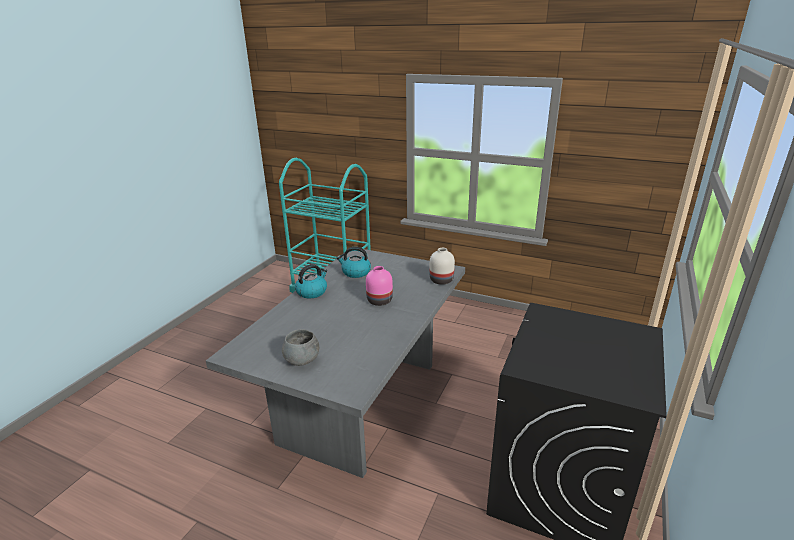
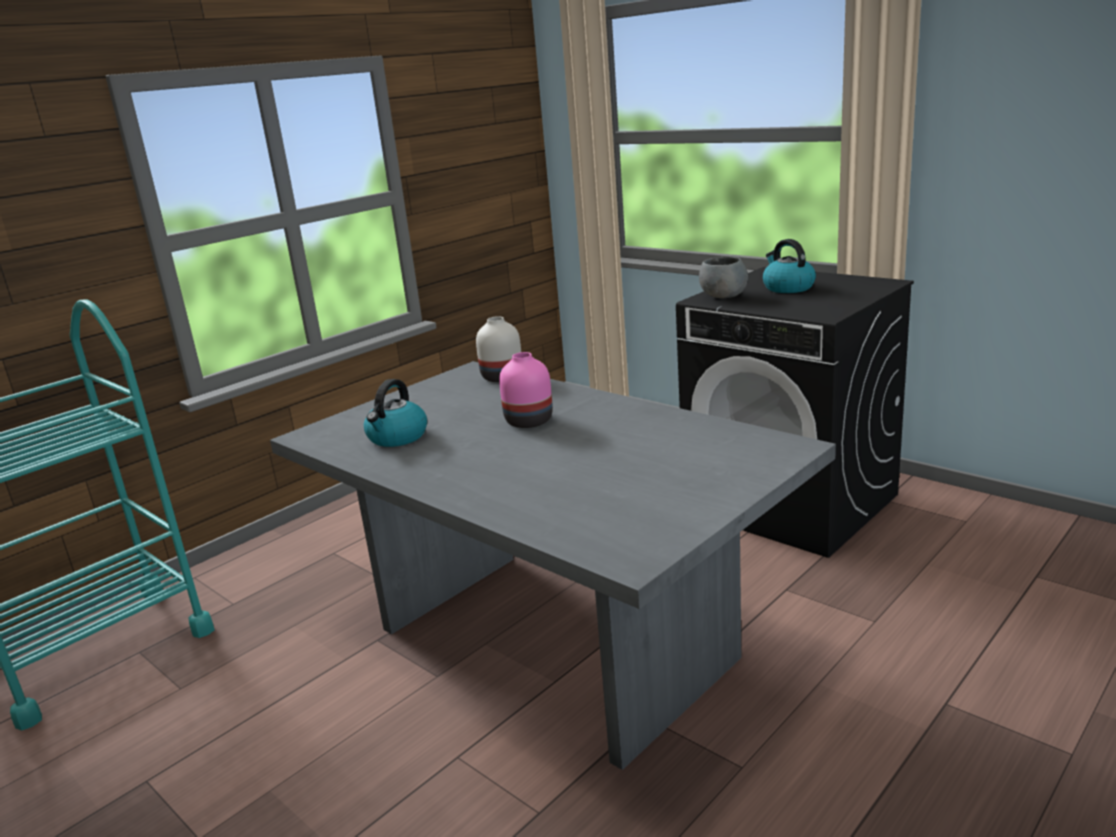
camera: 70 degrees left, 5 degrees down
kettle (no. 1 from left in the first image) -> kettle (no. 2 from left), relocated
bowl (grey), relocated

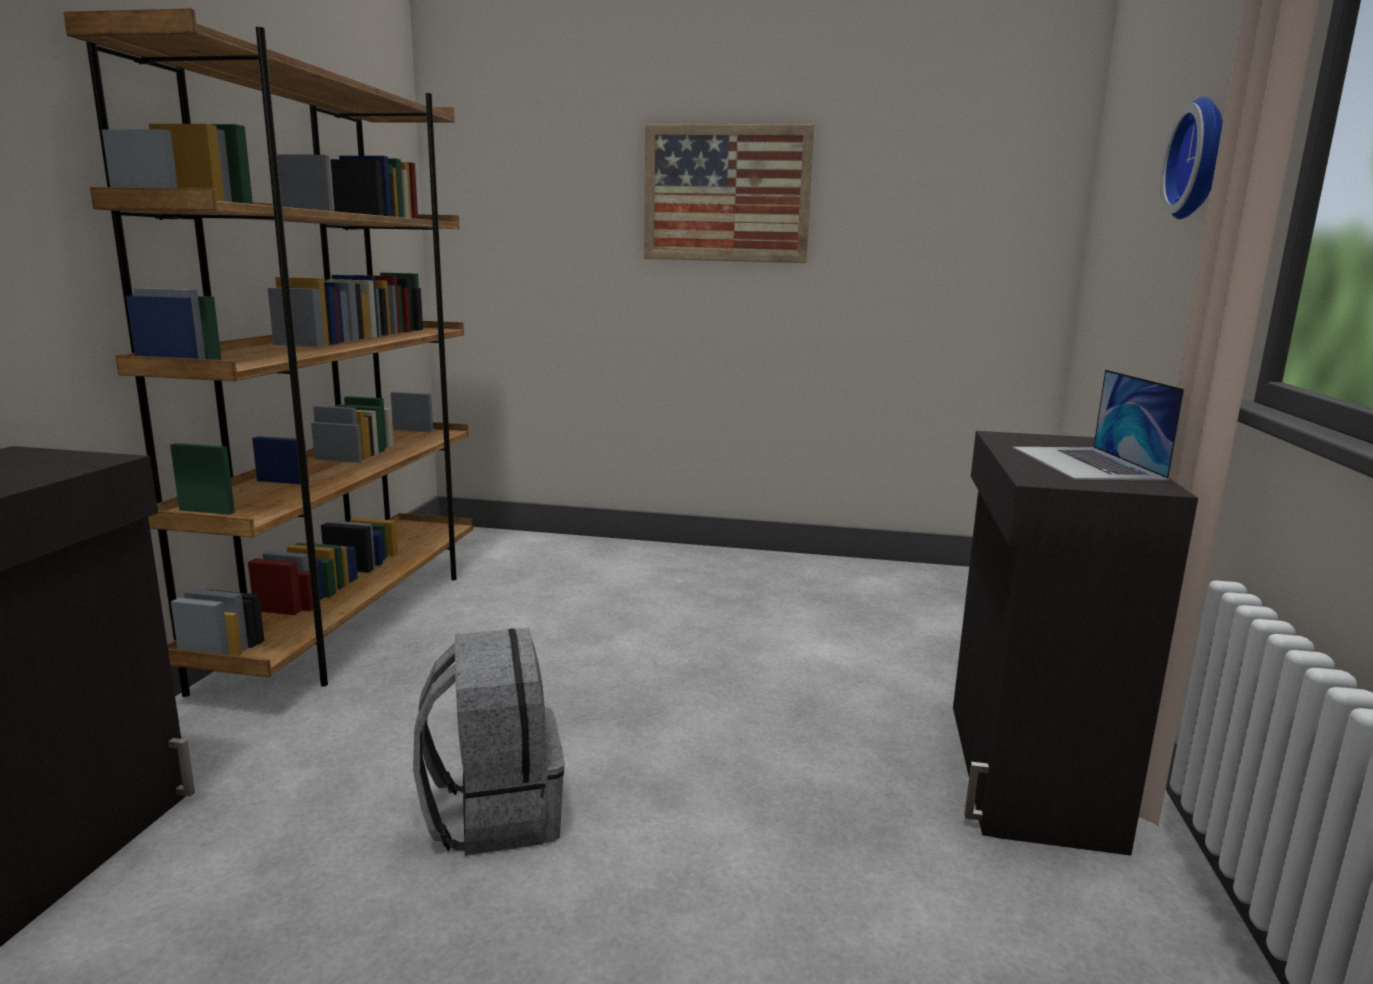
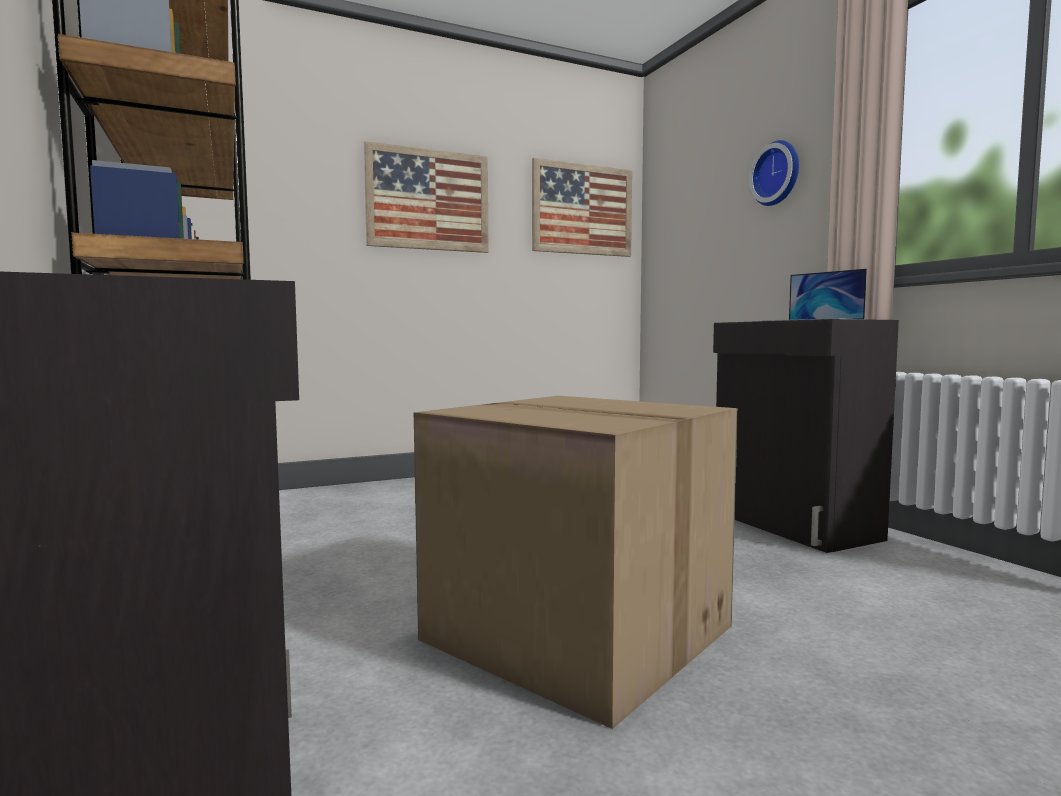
camera: 35 degrees left, 10 degrees down
backpack (grey) -> cardboard box
none -> picture (no. 2 from left)

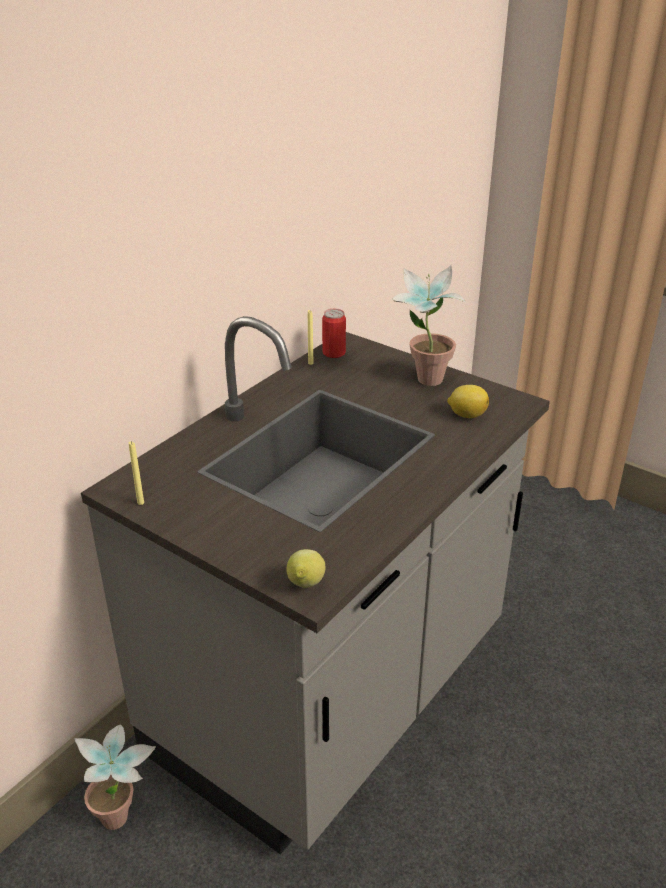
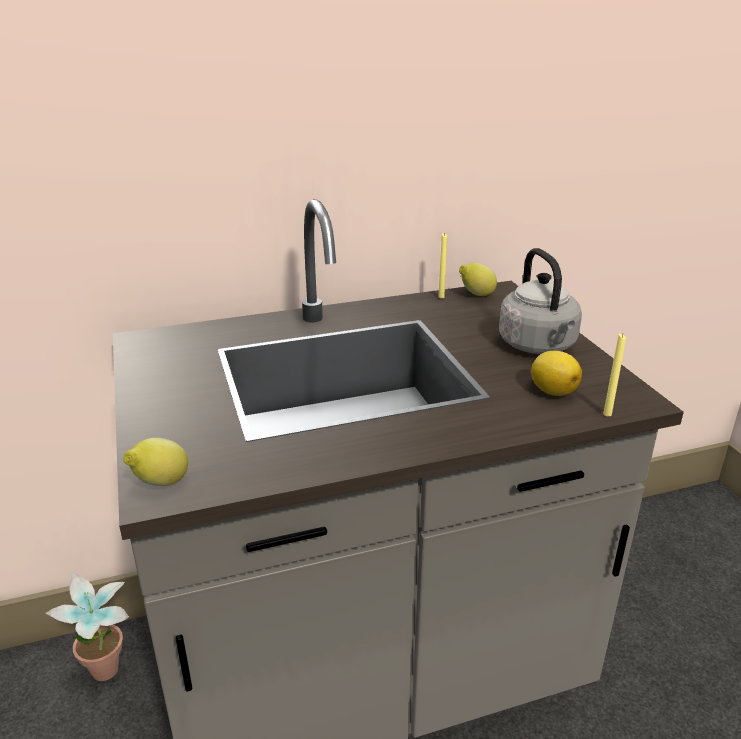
camera: 35 degrees right, 5 degrees down
potted plant (no. 2 from left) -> kettle (grey)
can -> lemon (no. 2 from left)
candle (yellow) (no. 1 from left in the first image) -> candle (yellow) (no. 2 from left), relocated

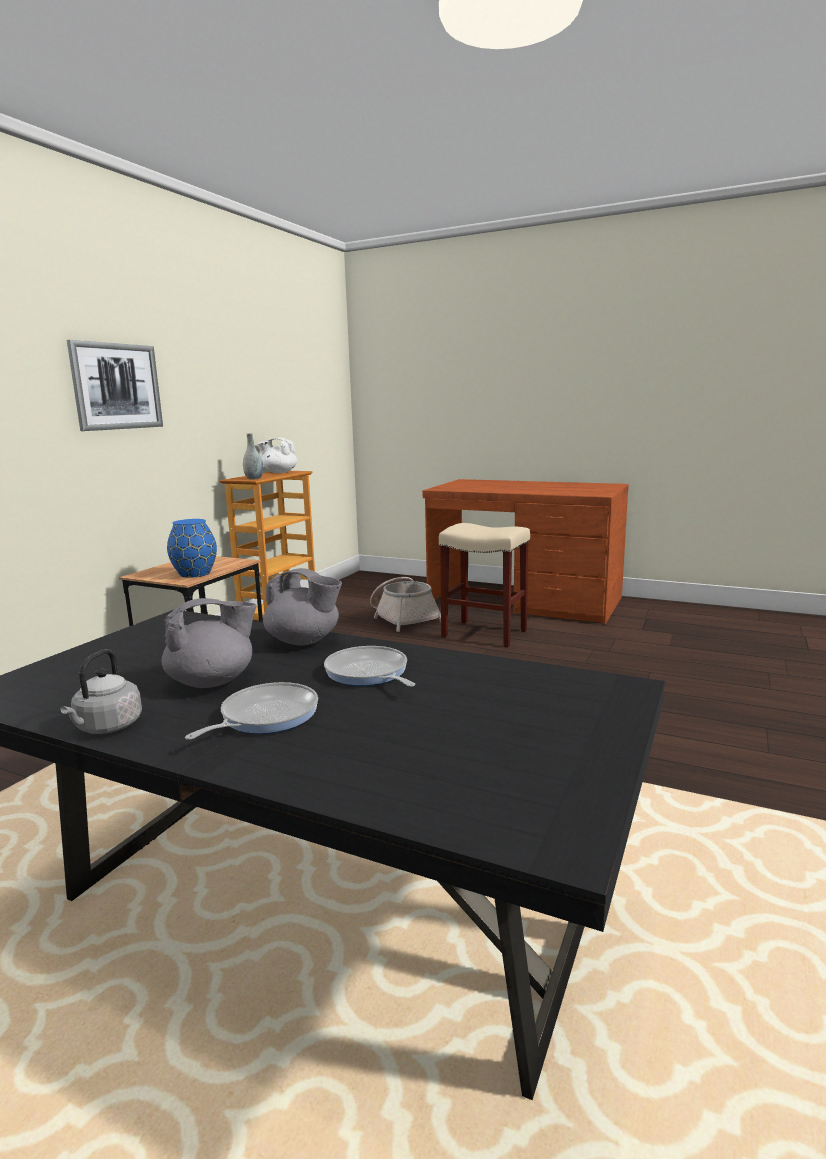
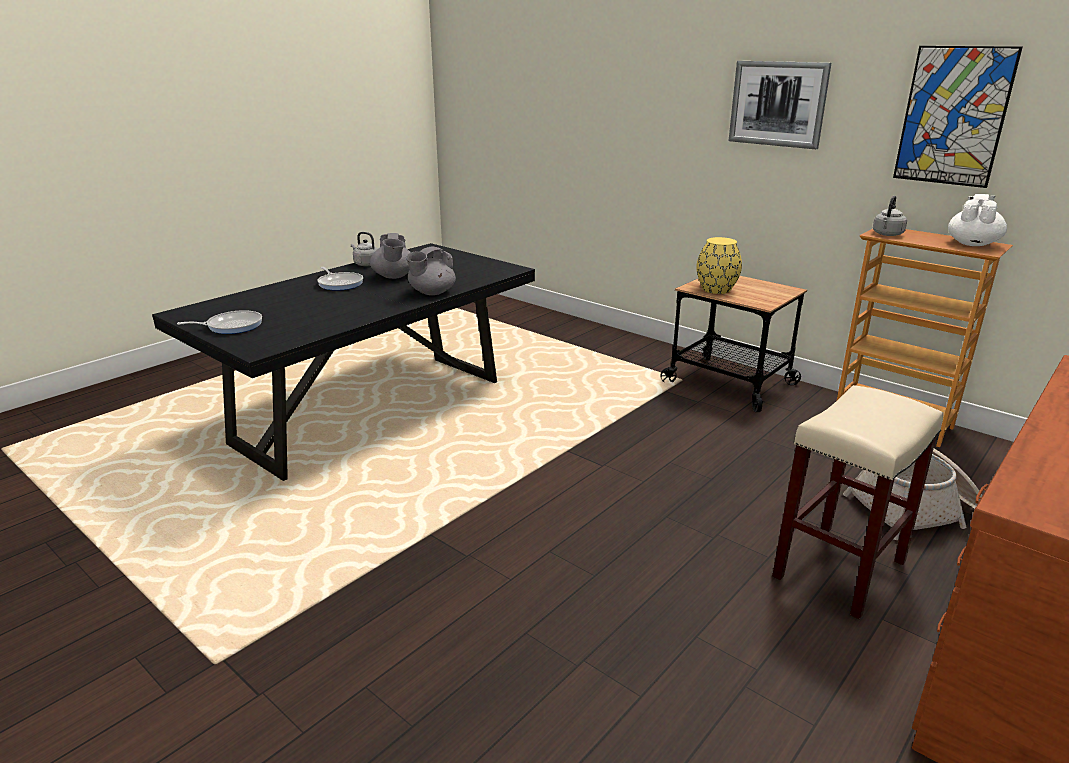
camera: 105 degrees right, 10 degrees up
vase (grey) -> kettle (grey) (no. 2 from left)
vase (blue) -> vase (yellow)
frying pan (no. 2 from left in the first image) -> frying pan (no. 1 from left), relocated
none -> picture (no. 2 from left)

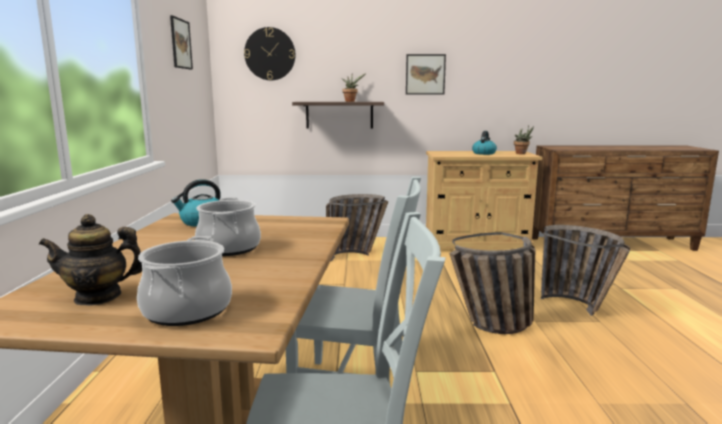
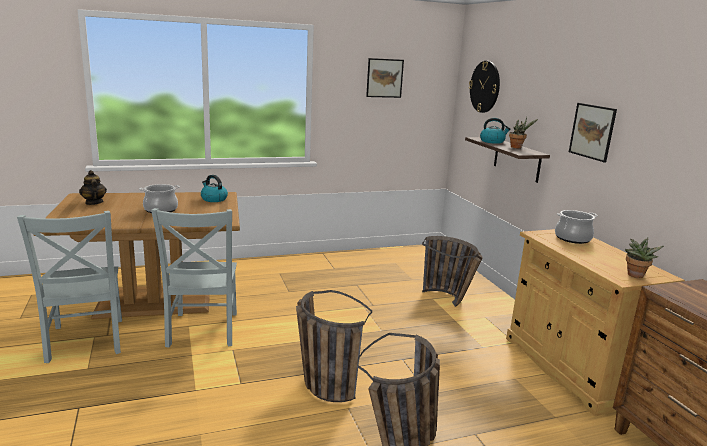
camera: 70 degrees right, 5 degrees up
kettle (no. 2 from left), relocated
cooking pot (no. 1 from left in the first image) -> cooking pot (no. 2 from left), relocated

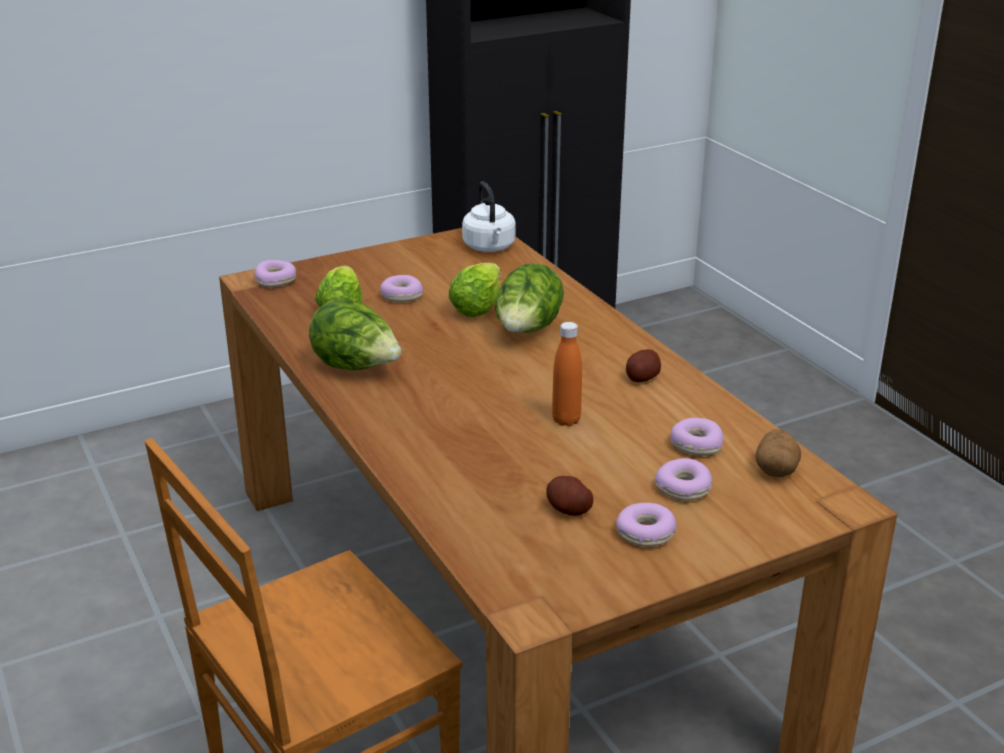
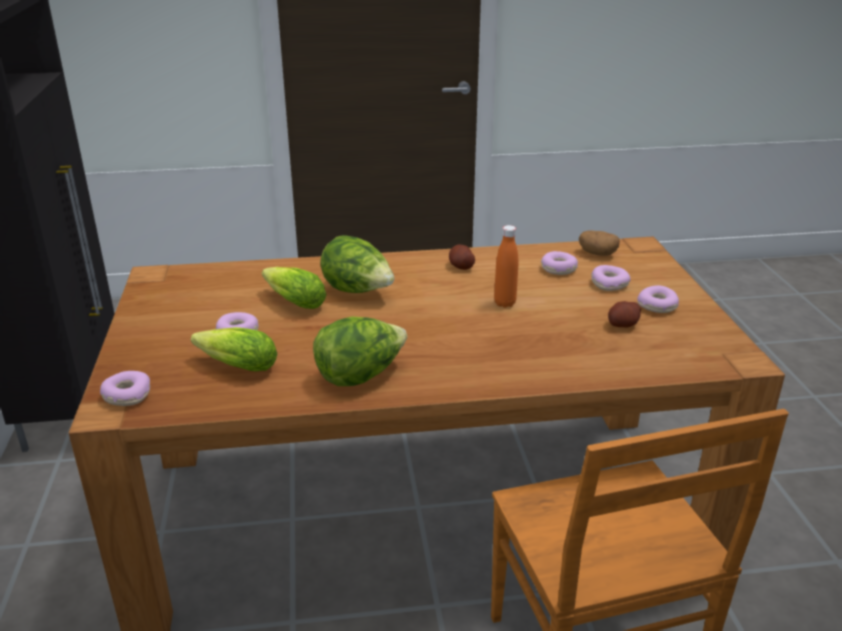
camera: 70 degrees left, 0 degrees up
kettle (white) -> none

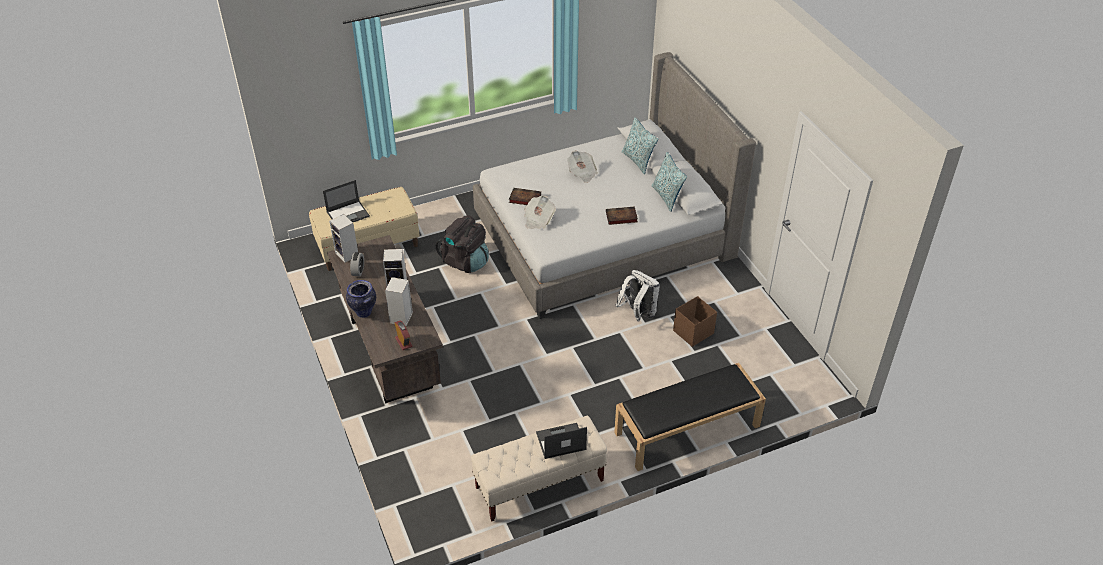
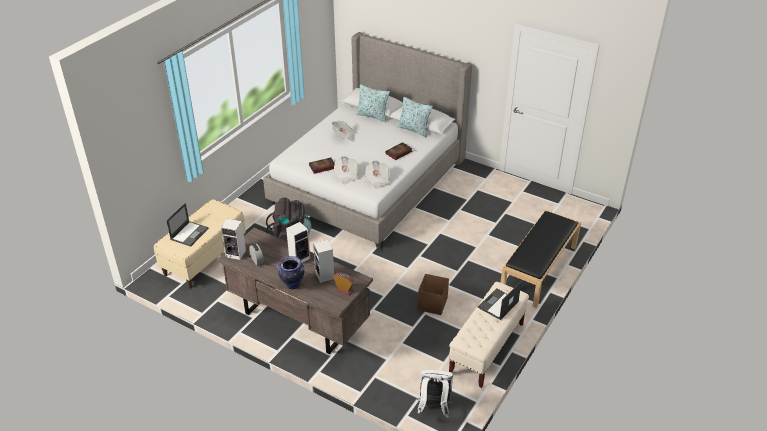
camera: 35 degrees left, 5 degrees down
backpack (white), relocated
storage box (brown), relocated
none -> newspaper (no. 3 from left)

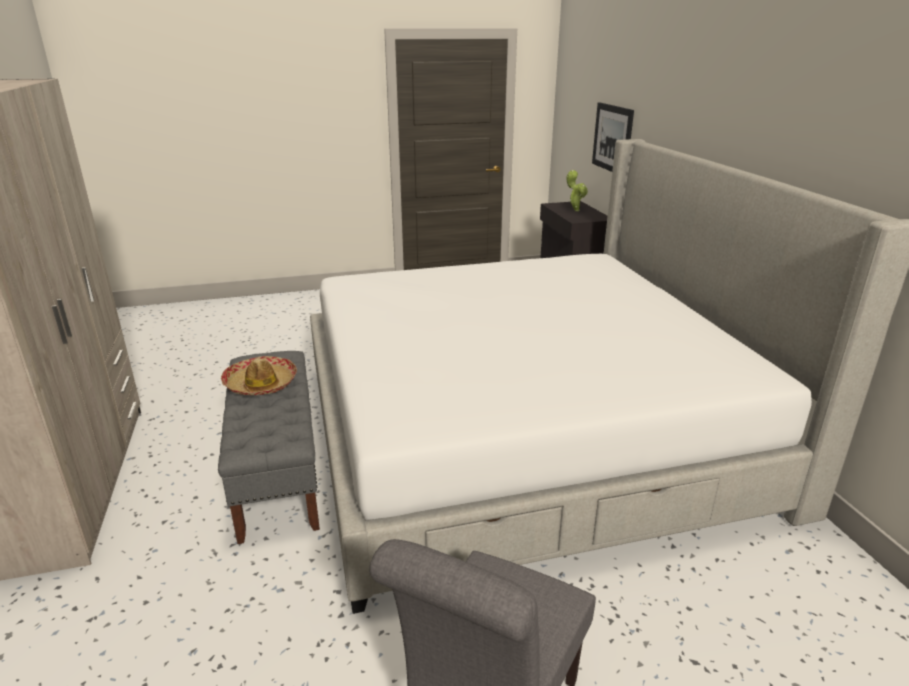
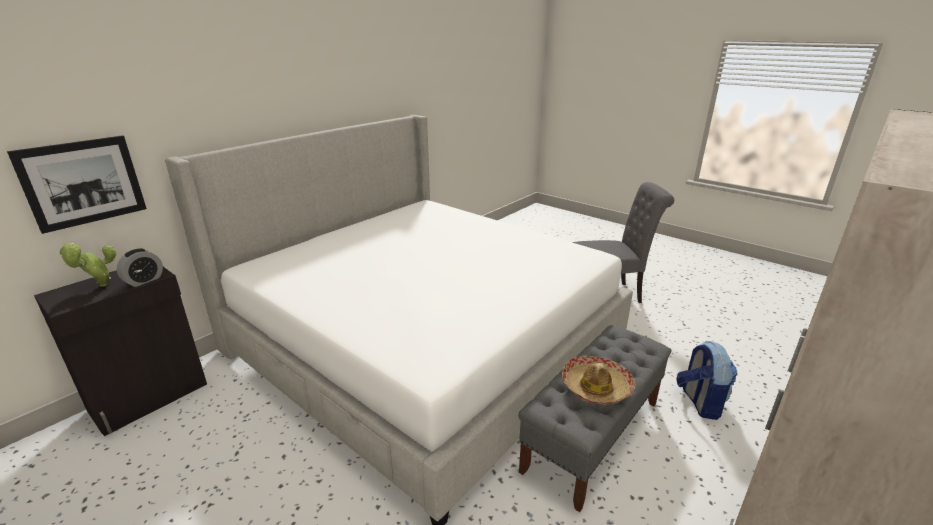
camera: 125 degrees left, 0 degrees up
none -> alarm clock
none -> backpack

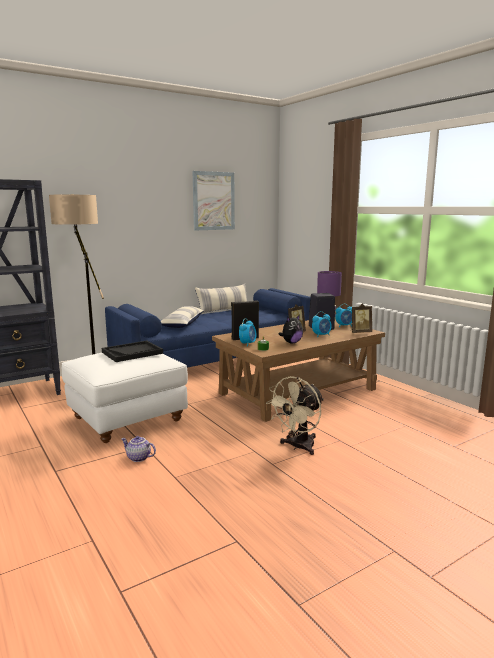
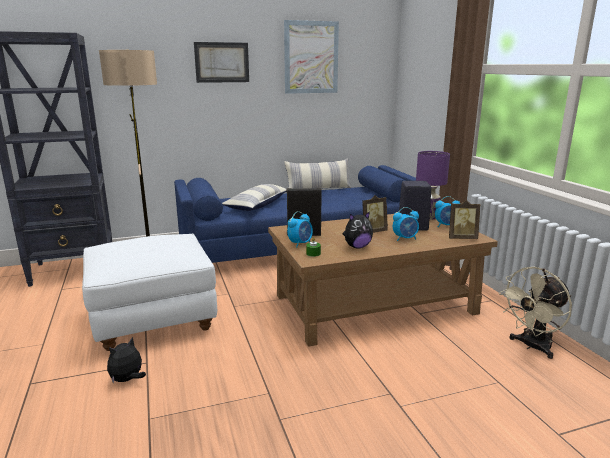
camera: 15 degrees right, 5 degrees up
tray (black) -> none
fan (beige), relocated
teapot -> plush toy (no. 1 from left)
none -> picture (no. 1 from left)

